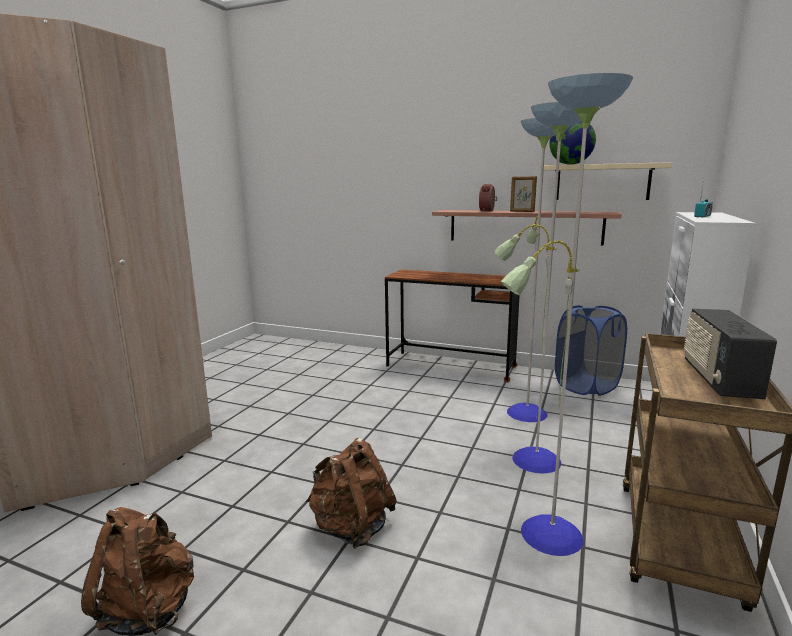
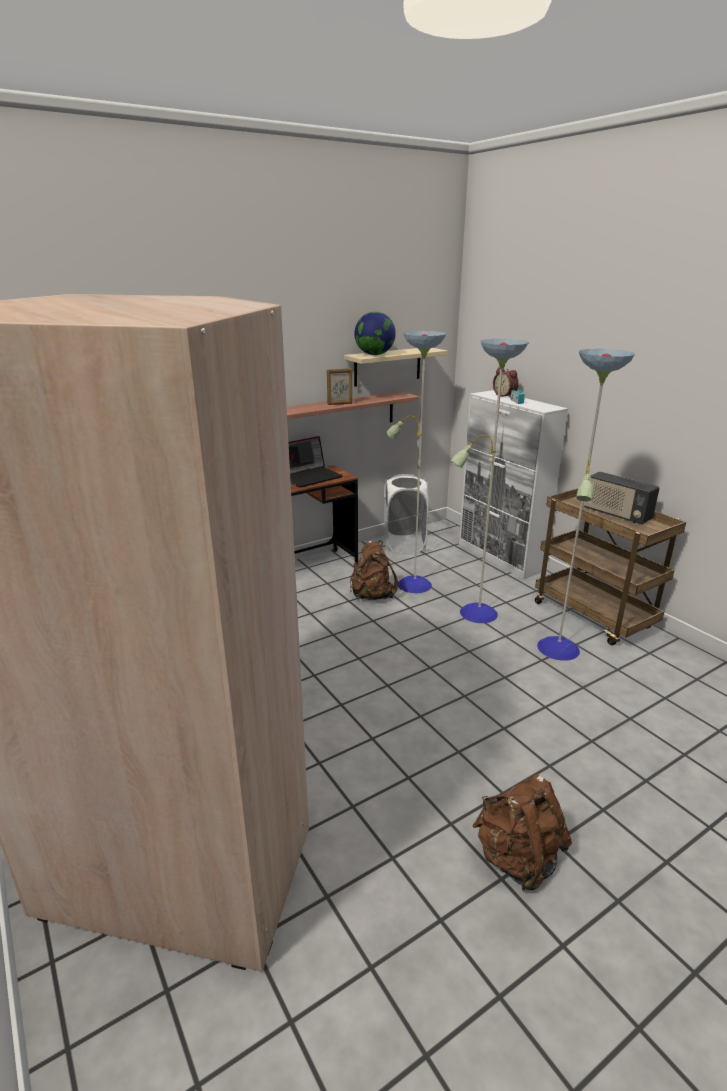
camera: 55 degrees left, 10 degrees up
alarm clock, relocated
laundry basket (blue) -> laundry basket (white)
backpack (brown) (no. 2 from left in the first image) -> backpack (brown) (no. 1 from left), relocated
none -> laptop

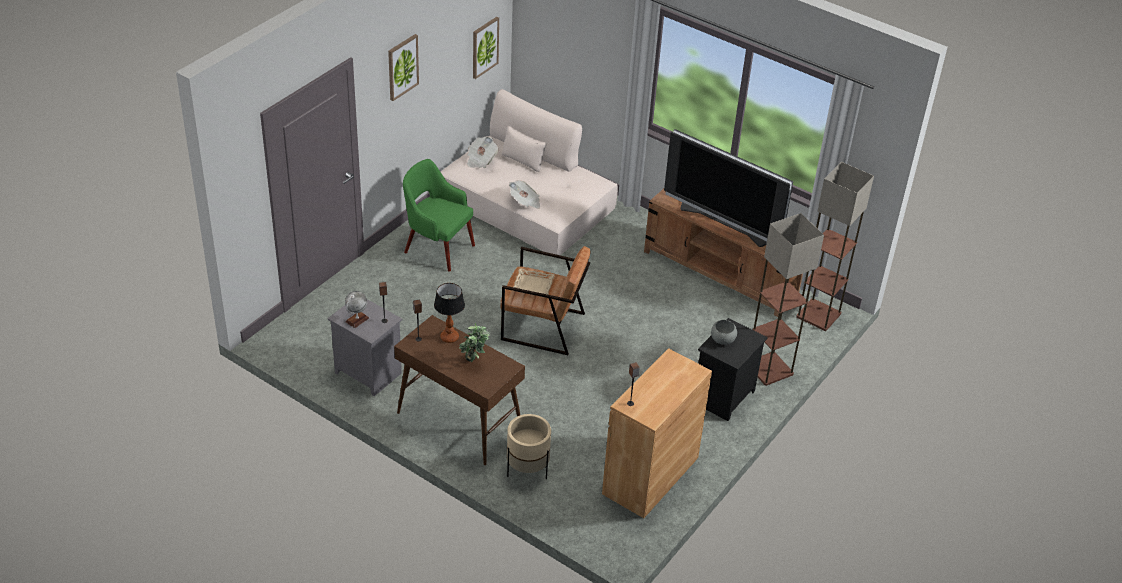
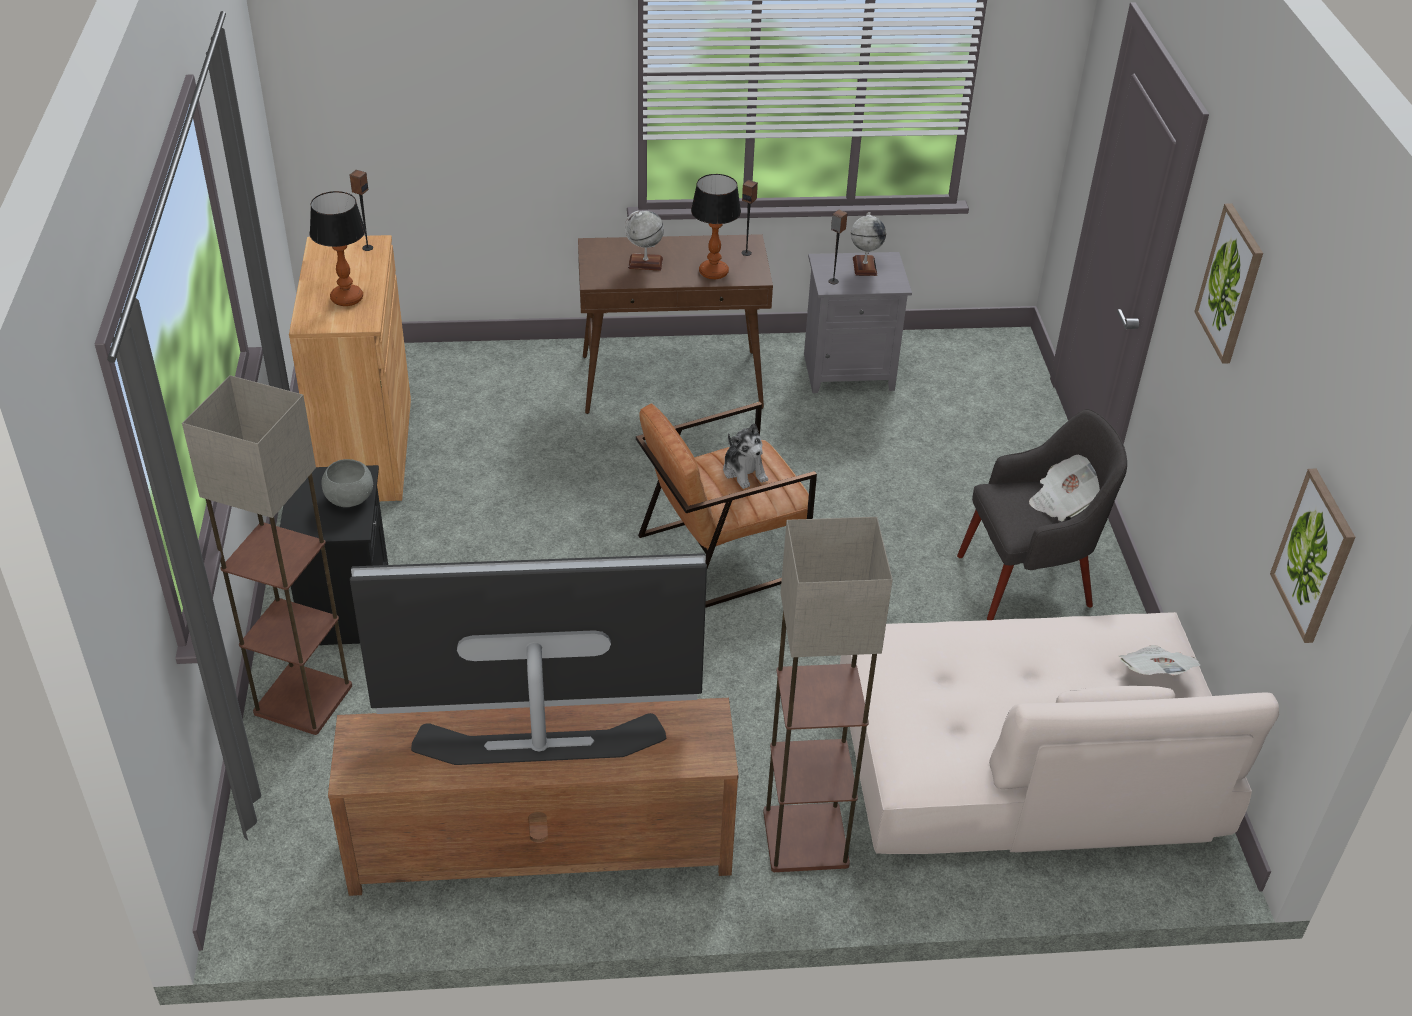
camera: 140 degrees right, 0 degrees up
armchair (green) -> armchair (grey)
floor lamp (no. 2 from left), relocated
newspaper (no. 2 from left in the first image) -> newspaper (no. 1 from left), relocated
tray (beige) -> plush toy
potted plant -> globe (no. 1 from left)
planter (beige) -> none
none -> table lamp (no. 1 from left)

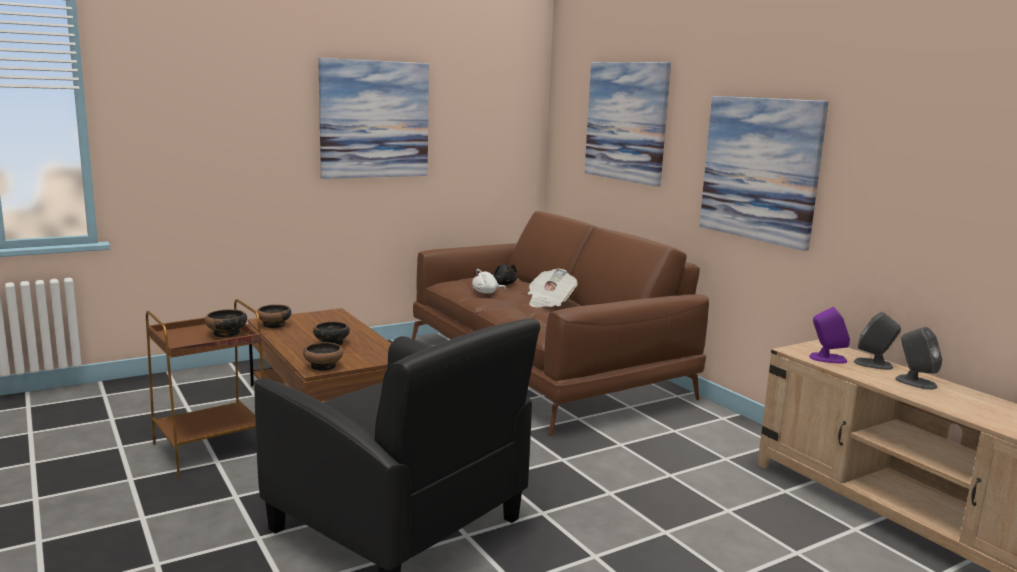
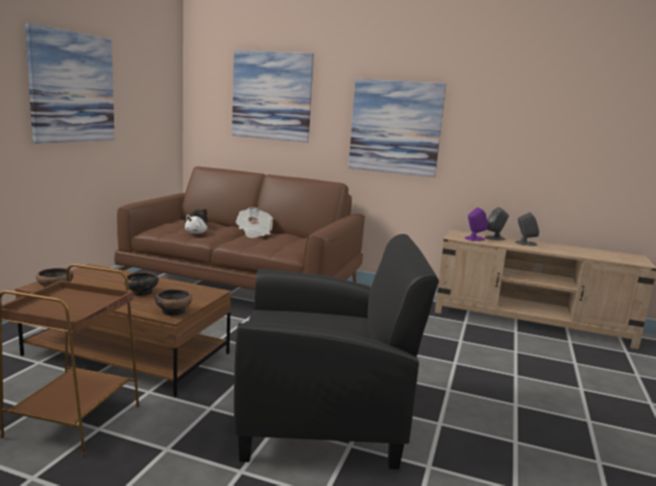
camera: 40 degrees left, 0 degrees up
bowl (no. 1 from left) -> none

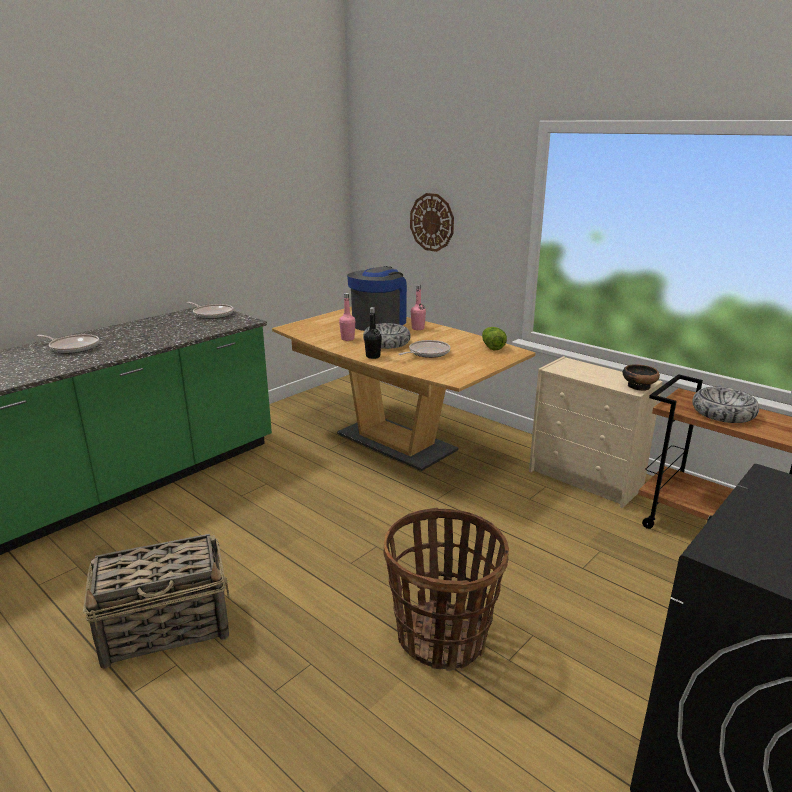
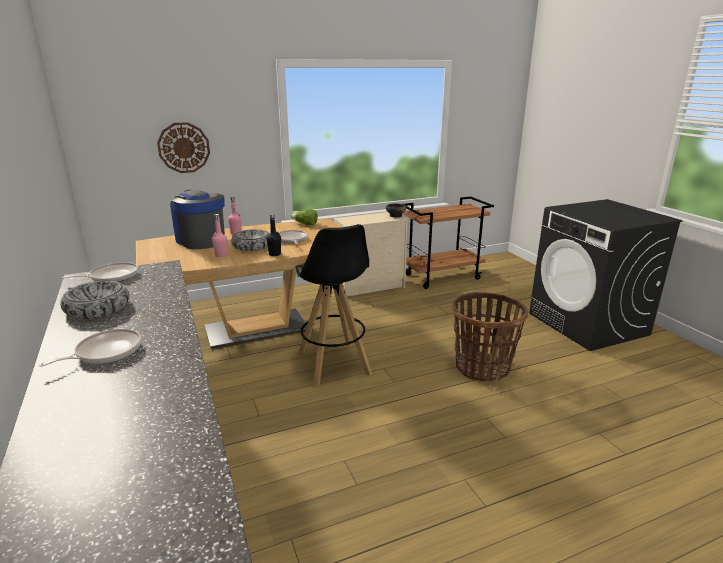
camera: 65 degrees left, 0 degrees up
bowl (no. 3 from left in the first image) -> bowl (no. 1 from left), relocated
basket (no. 1 from left) -> none
none -> stool (black)

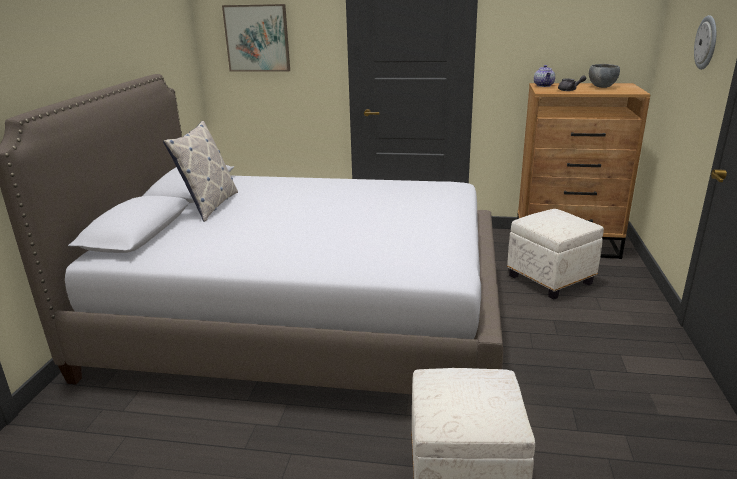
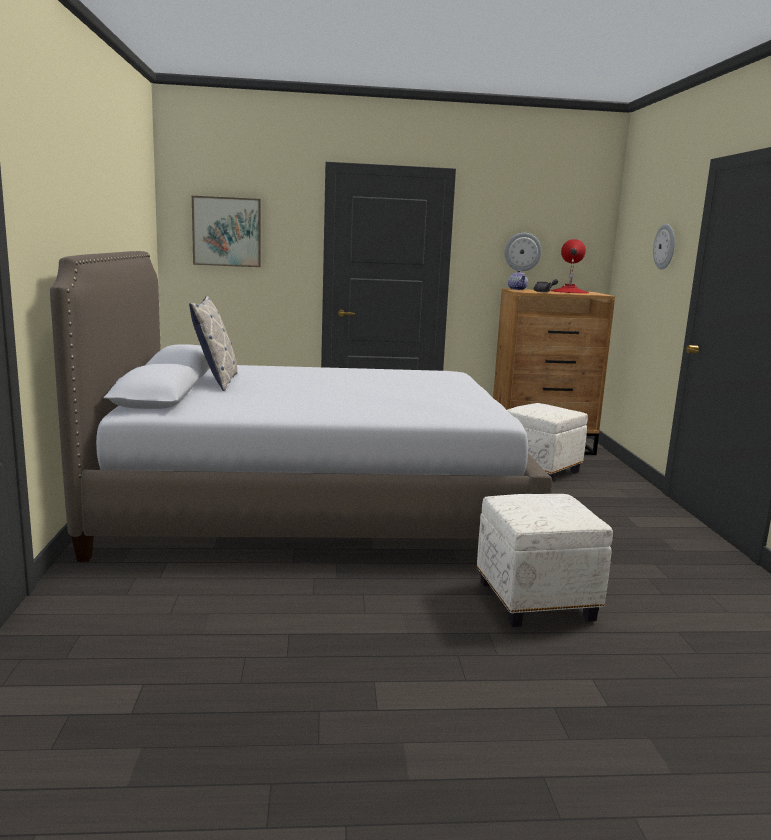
camera: 15 degrees left, 10 degrees down
bowl (grey) -> table lamp (red)
none -> wall clock (no. 1 from left)

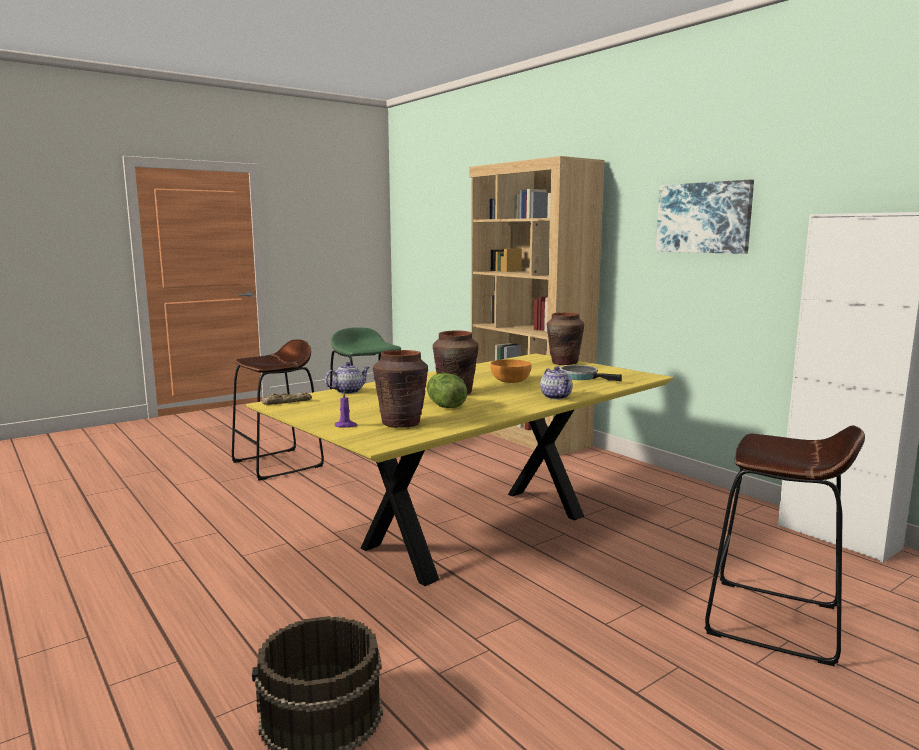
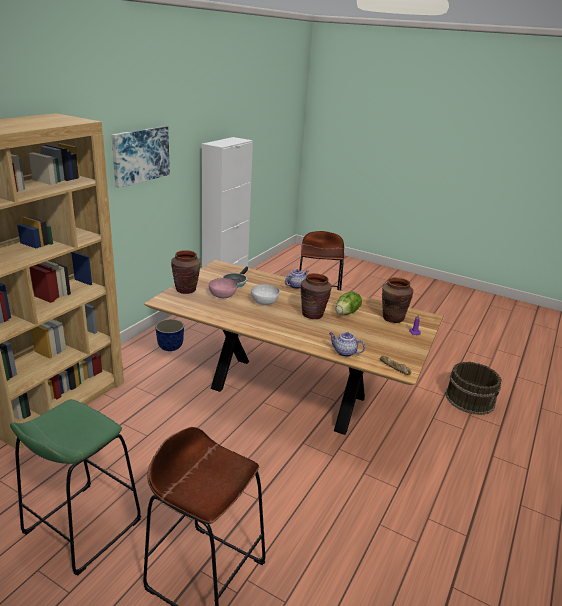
camera: 115 degrees left, 15 degrees up
dining table (yellow) -> dining table (brown)
bowl (orange) -> bowl (white)
none -> bowl (pink)
none -> planter

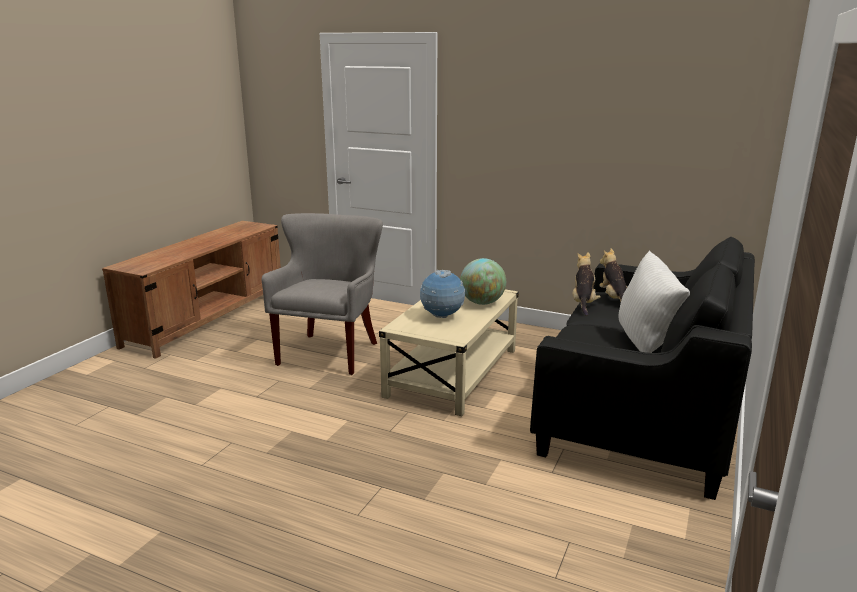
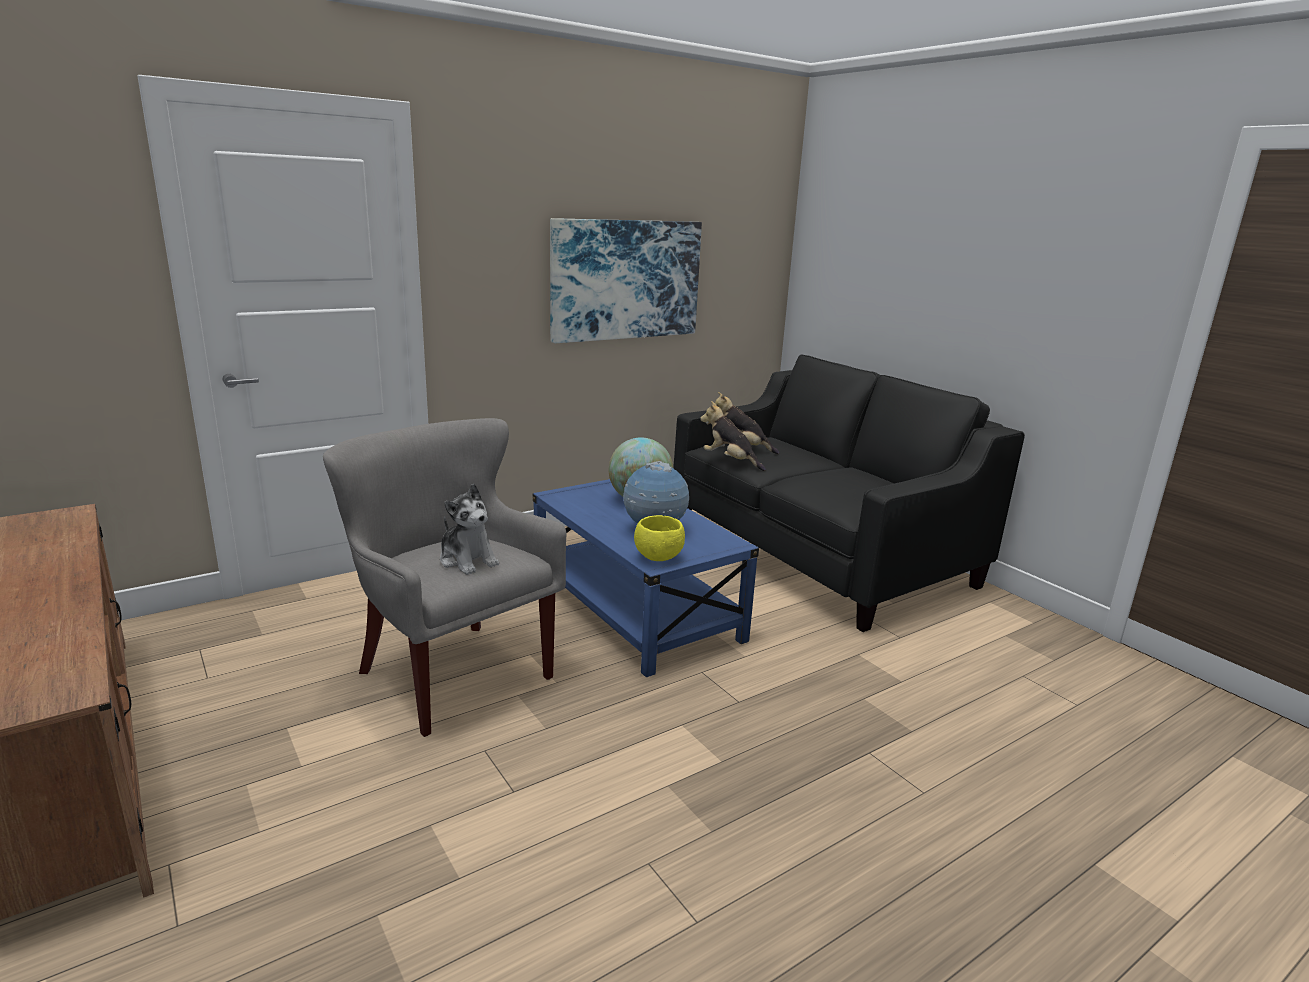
camera: 60 degrees left, 0 degrees up
pillow (white) -> none
coffee table (beige) -> coffee table (blue)
none -> picture
none -> plush toy (no. 1 from left)
none -> bowl (yellow)

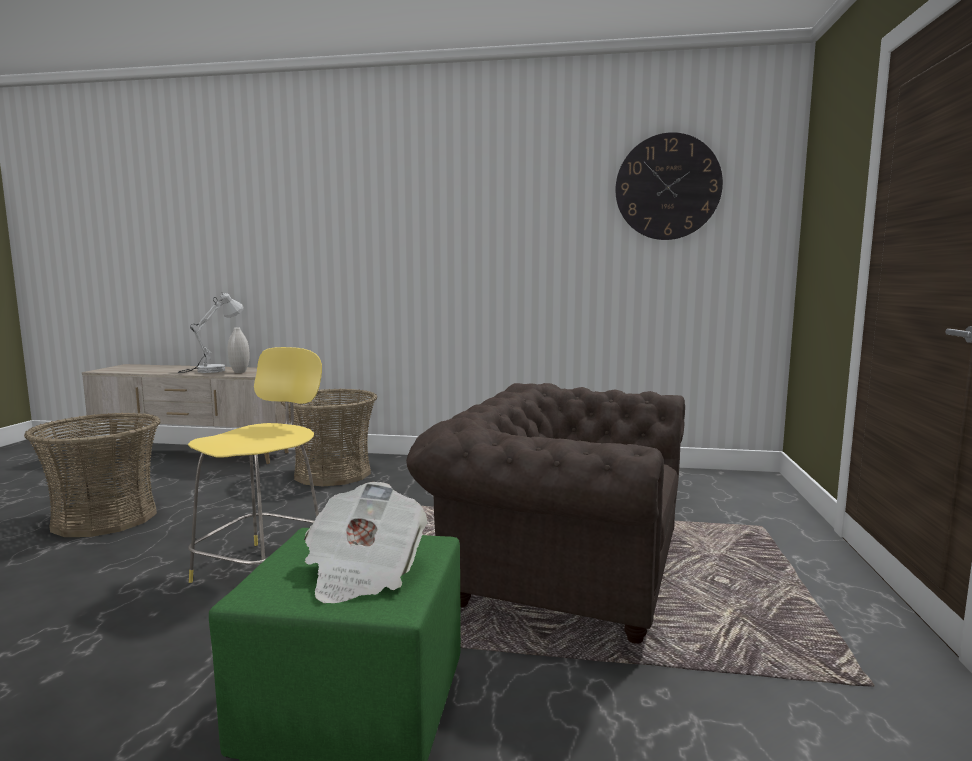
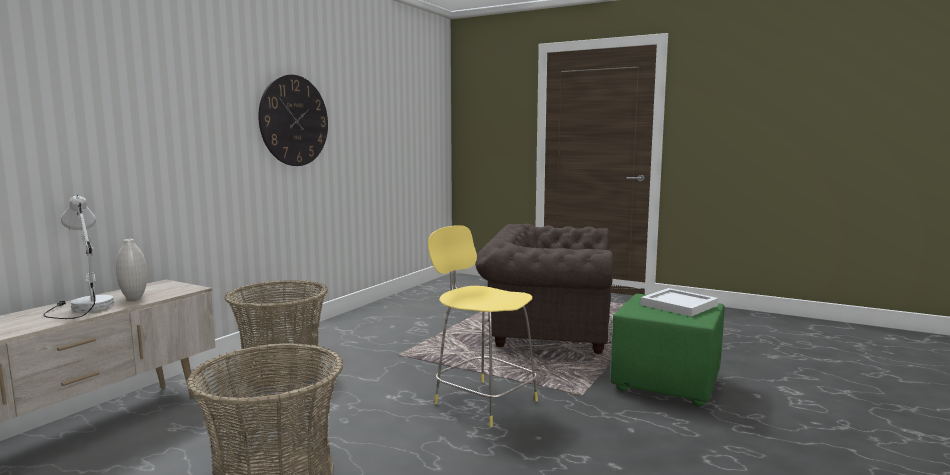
camera: 70 degrees left, 0 degrees up
wall clock, relocated
armchair (brown), 60 degrees clockwise
newspaper -> tray (white)

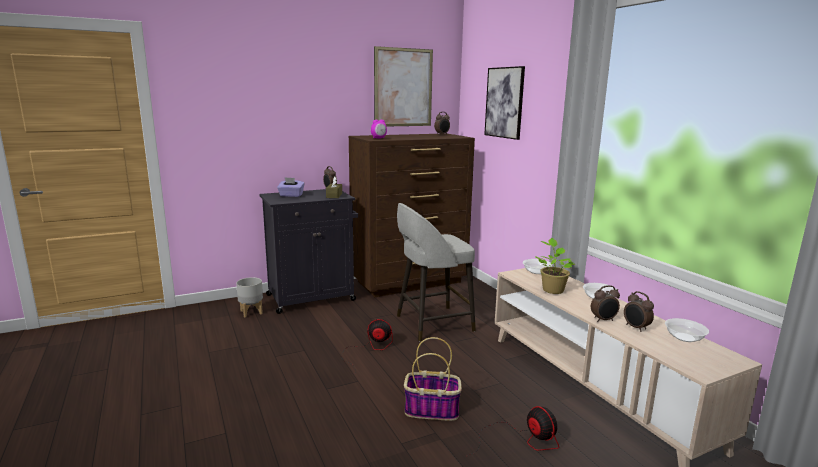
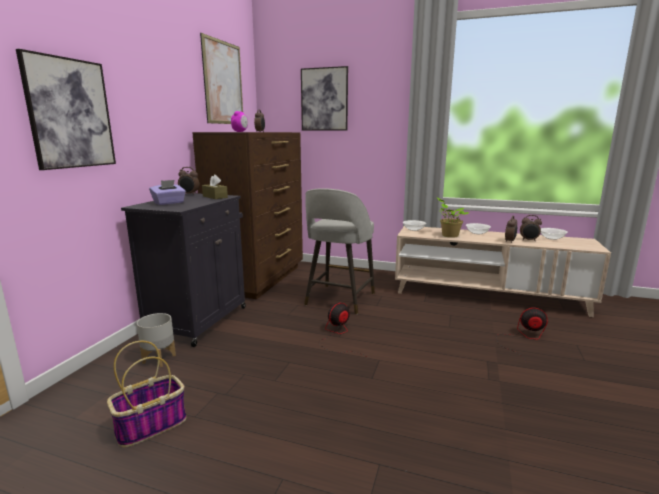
camera: 45 degrees left, 0 degrees up
basket, relocated
none -> picture (no. 1 from left)

